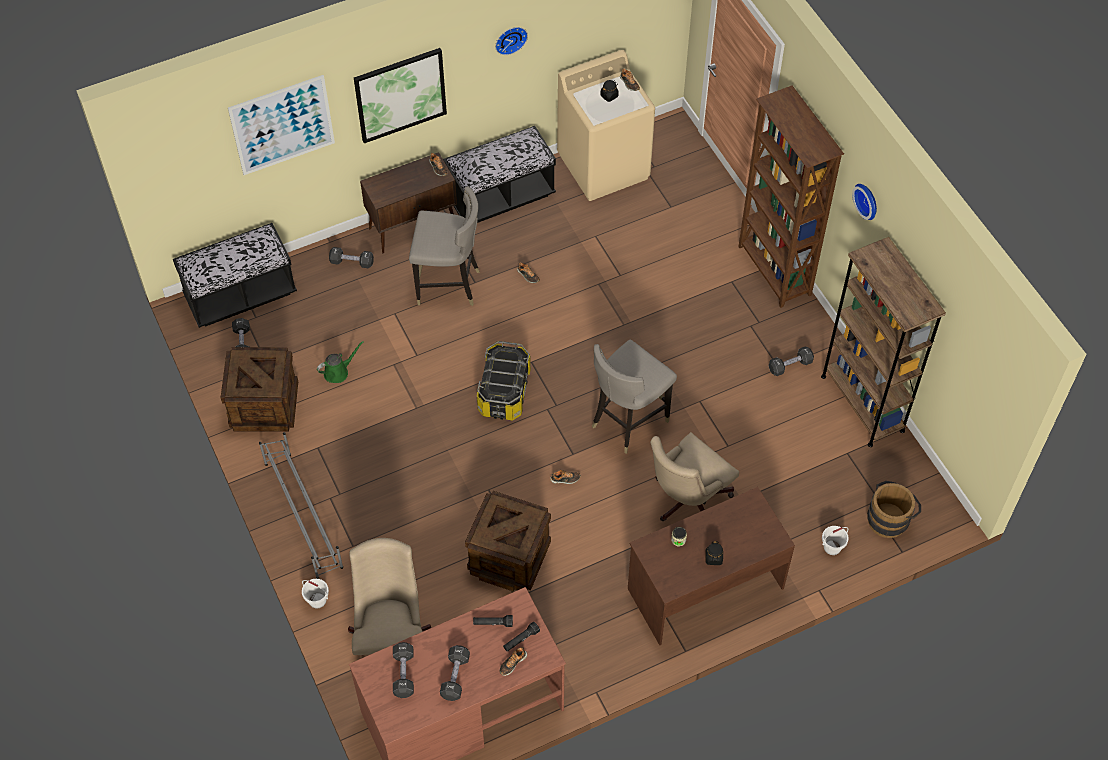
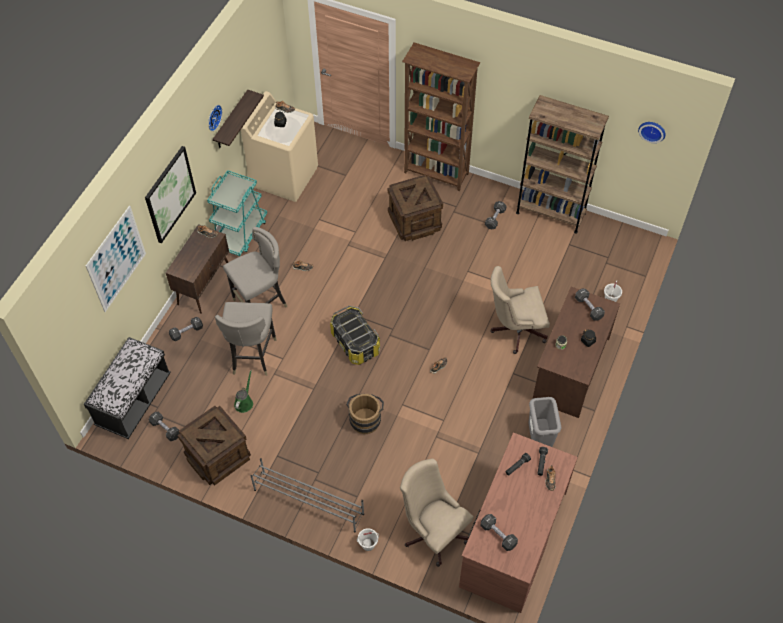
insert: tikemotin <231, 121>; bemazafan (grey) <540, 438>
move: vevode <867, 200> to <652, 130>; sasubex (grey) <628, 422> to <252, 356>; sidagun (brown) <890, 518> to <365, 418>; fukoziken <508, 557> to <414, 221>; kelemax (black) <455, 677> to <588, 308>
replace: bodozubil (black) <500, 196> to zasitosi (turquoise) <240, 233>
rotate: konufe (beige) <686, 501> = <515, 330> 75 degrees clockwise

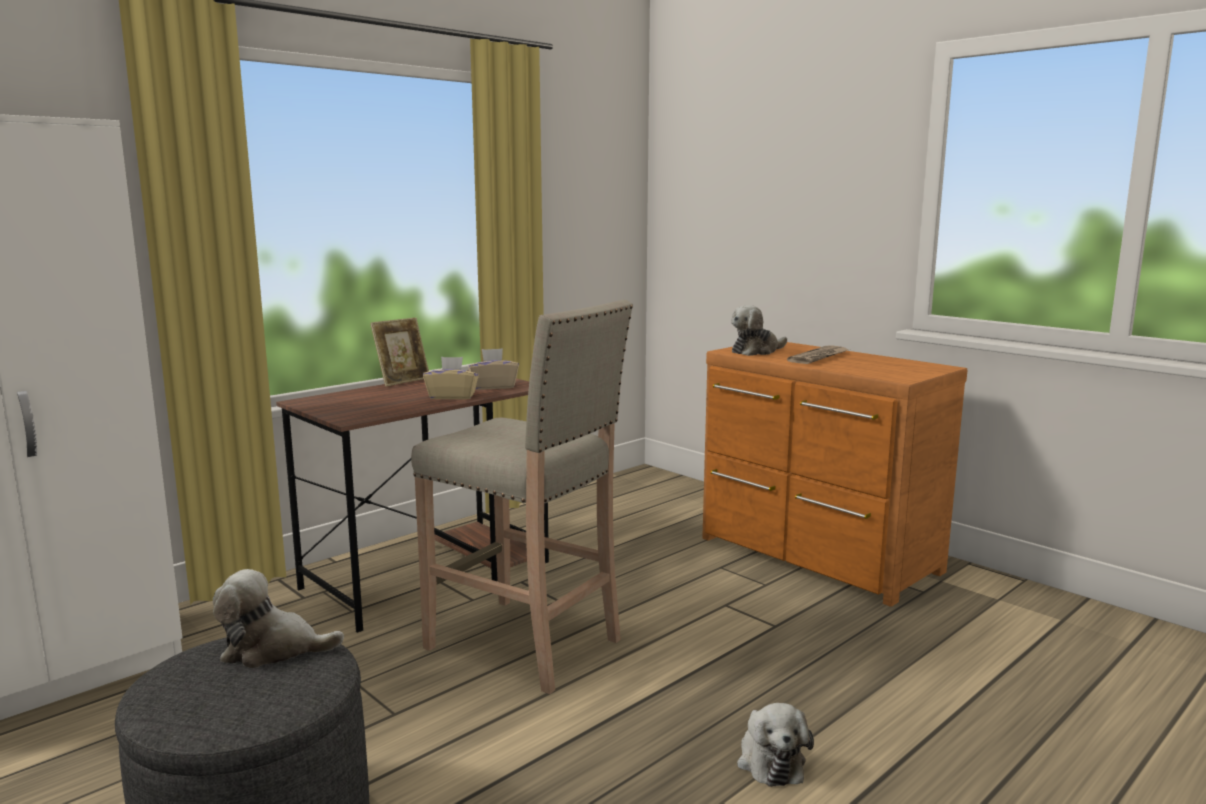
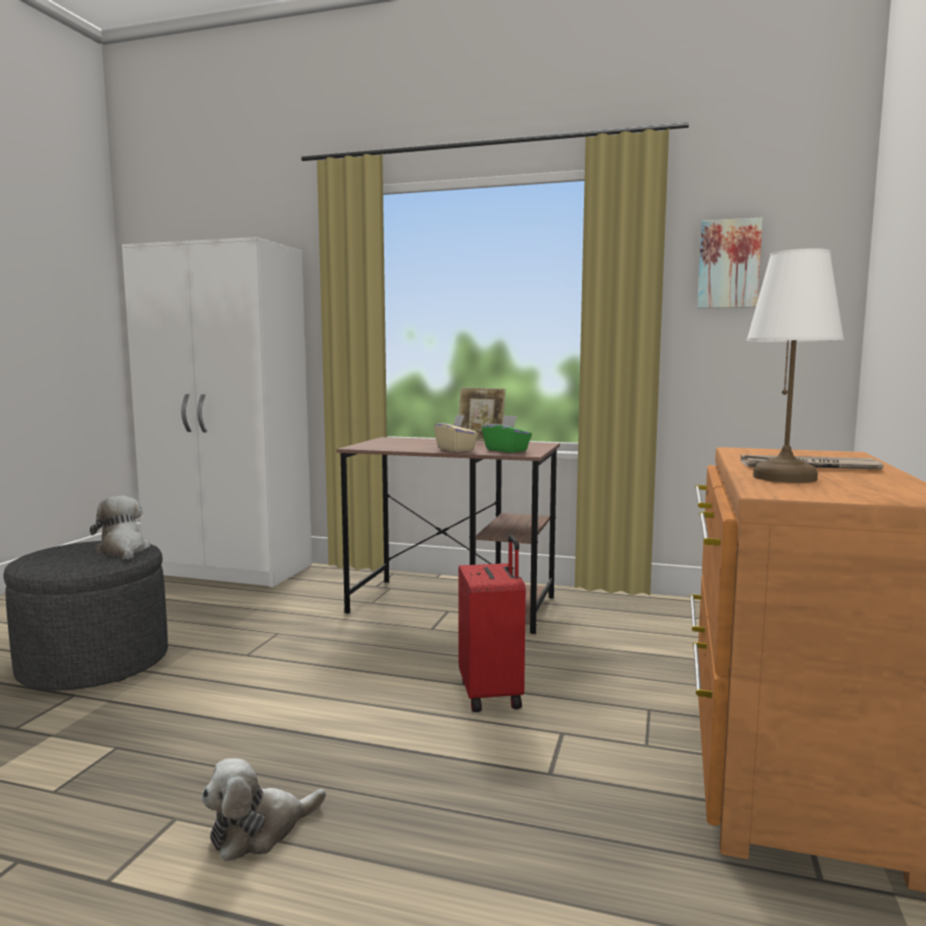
delete: sasubex (beige) <526, 645>; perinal <756, 351>
insert: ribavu <728, 264>; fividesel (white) <786, 478>; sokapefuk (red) <492, 694>
recolor: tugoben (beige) <493, 386> to tugoben (green) <506, 450>

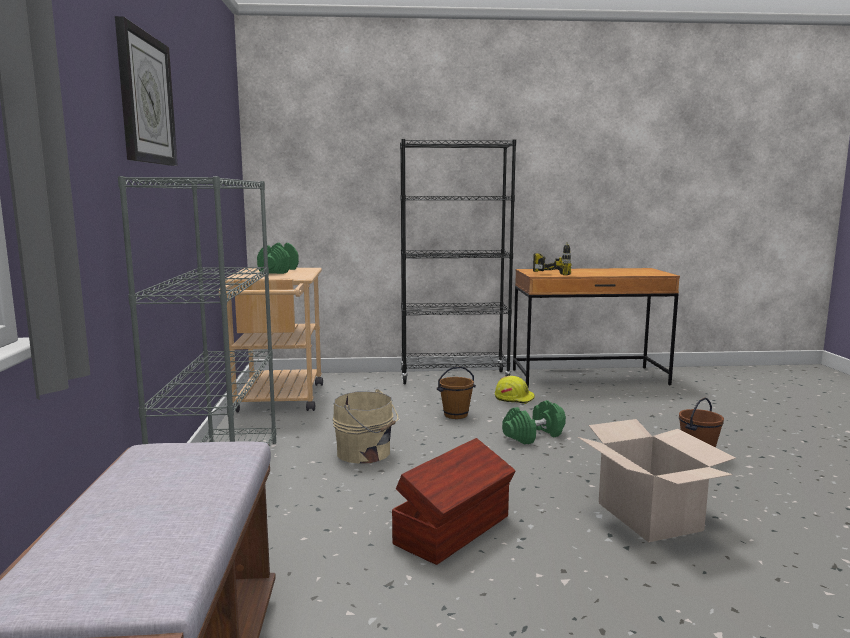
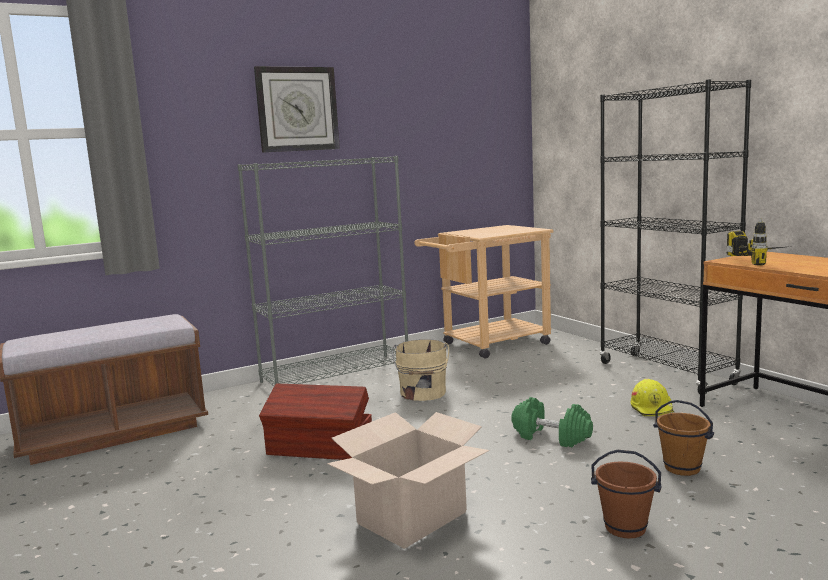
delete: kelemax (green) <278, 271>
move: sidagun (brown) <455, 415> to <682, 468>

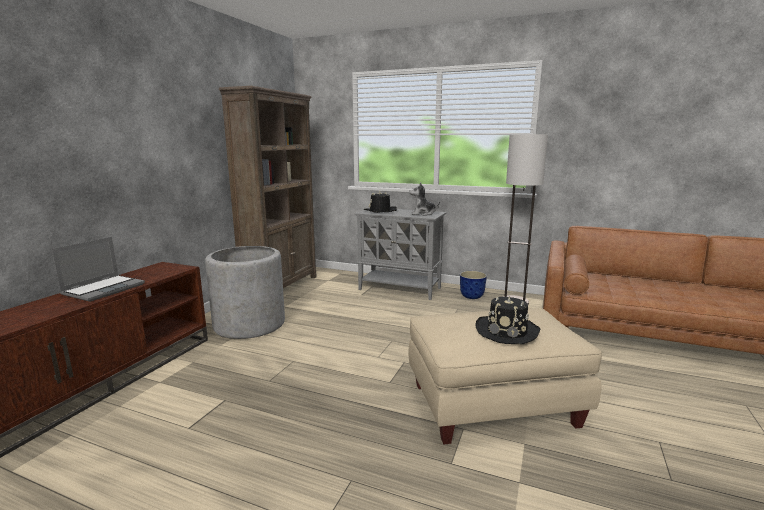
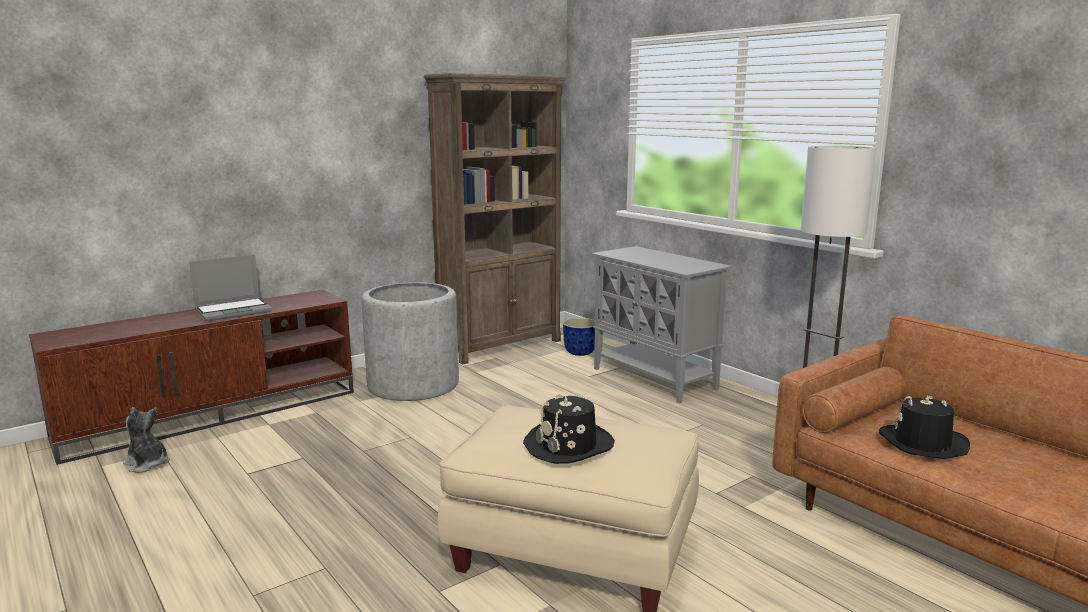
move: perinal <423, 214> to <147, 464>; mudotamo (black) <380, 211> to <922, 443>; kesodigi <472, 296> to <580, 353>

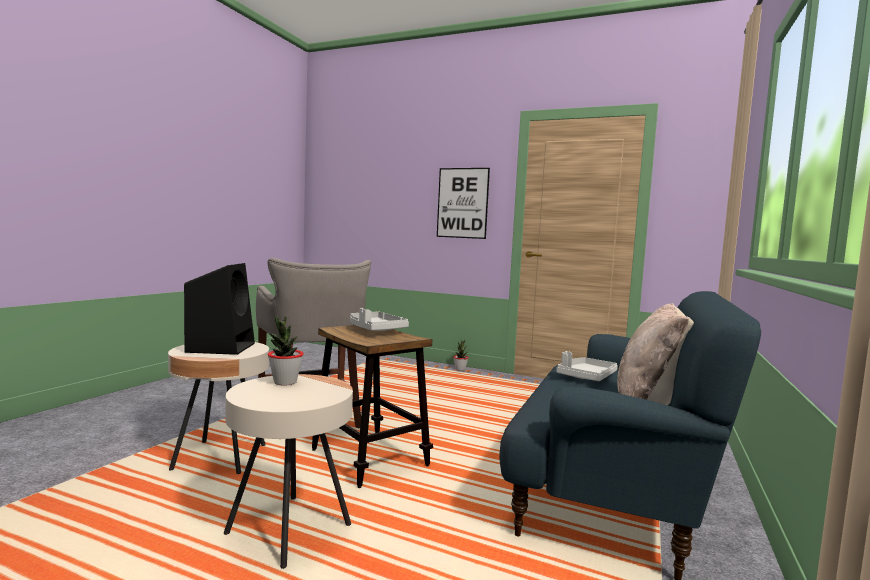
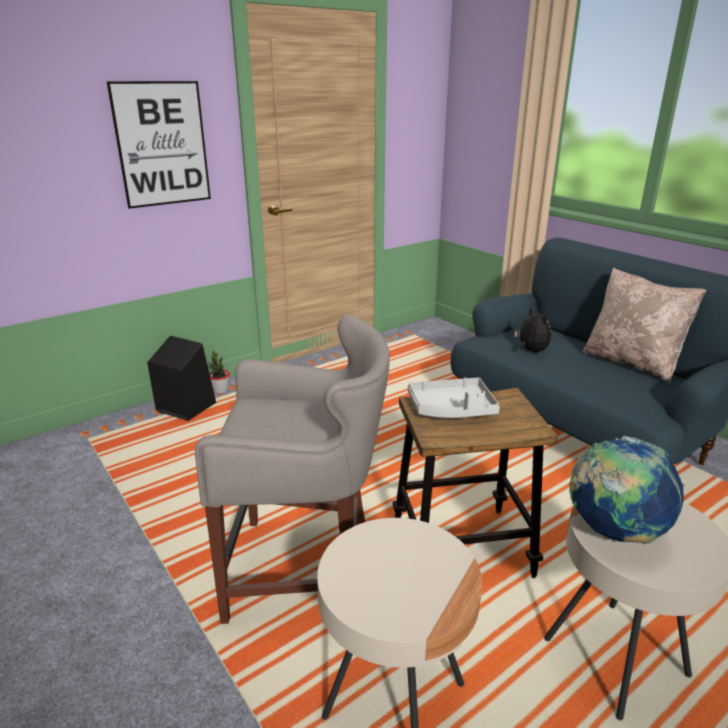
move: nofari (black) <221, 347> to <184, 407>
replace: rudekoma <285, 382> to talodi <614, 532>; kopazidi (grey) <586, 377> to perinal <531, 351>

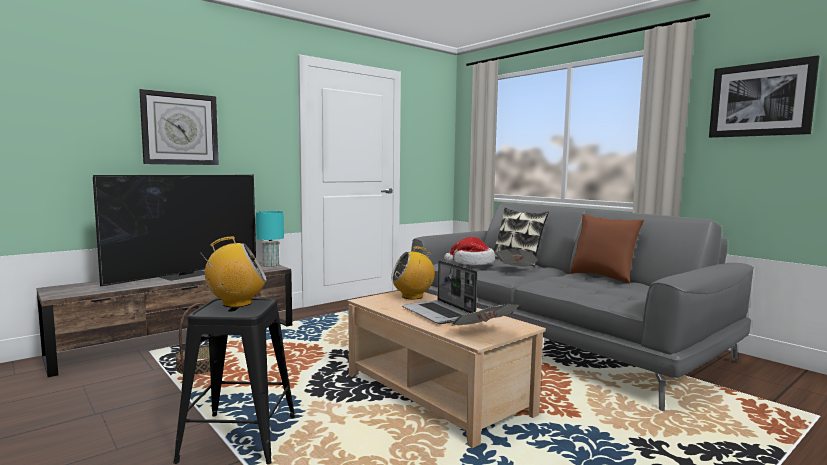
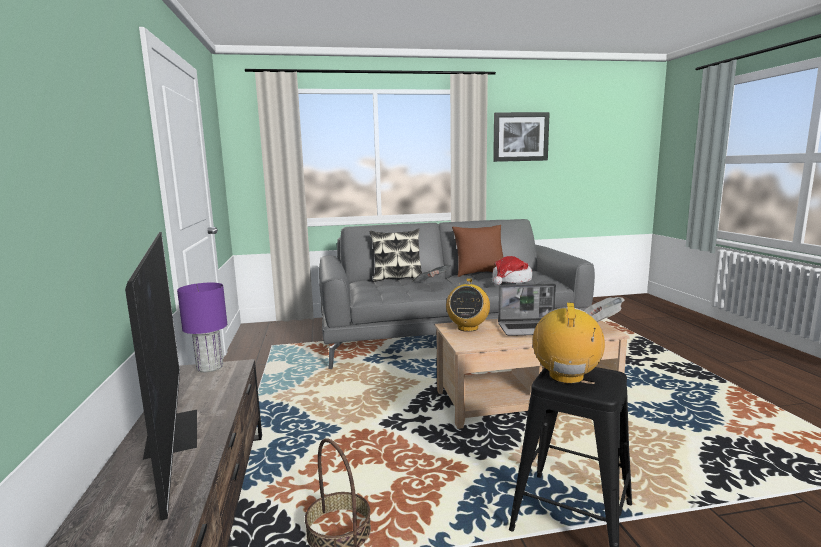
delete: vevode <180, 129>
move: mudotamo <472, 263> to <511, 280>
recolor: fividesel (turquoise) <271, 265> to fividesel (purple) <210, 367>

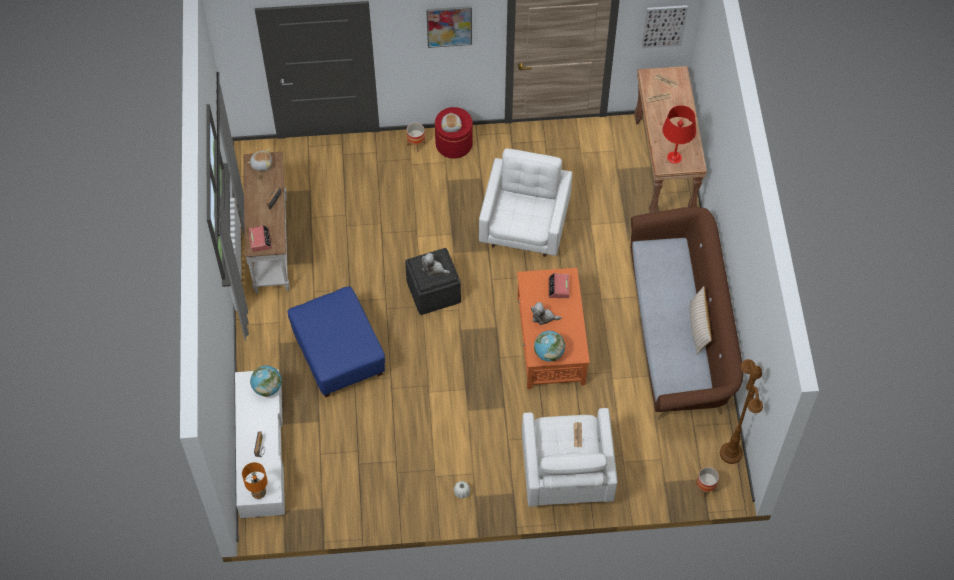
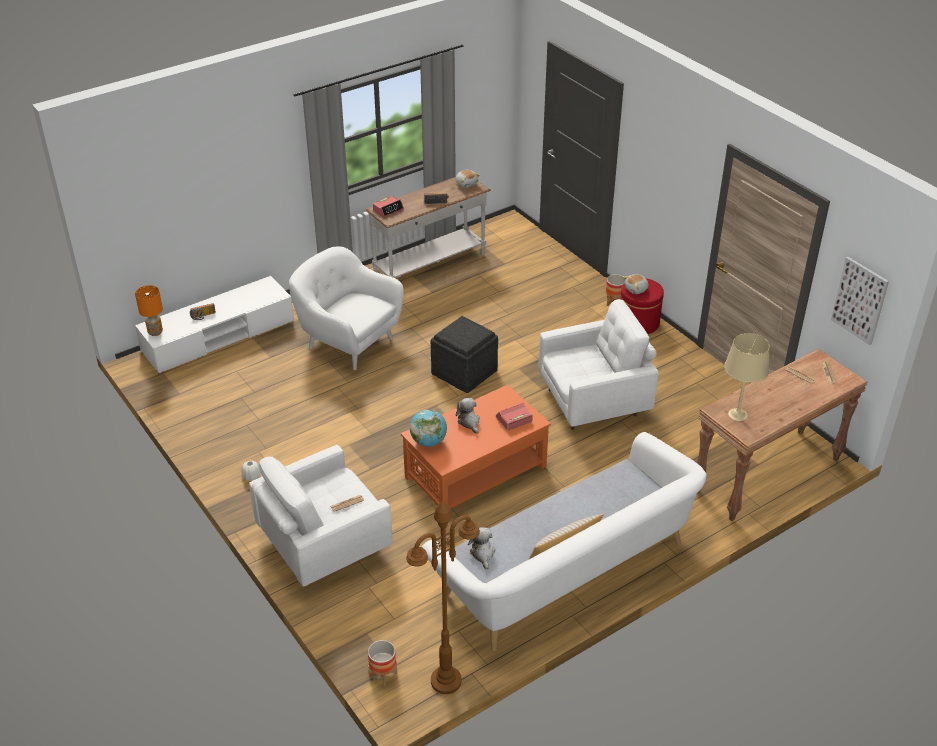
delete: ribavu <449, 26>; talodi <267, 388>
move: perinal <434, 269> to <482, 553>
replace: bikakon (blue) <338, 354> to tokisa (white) <348, 342>
recolor: fividesel (red) <674, 157> to fividesel (beige) <738, 414>; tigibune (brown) <679, 335> to tigibune (white) <568, 571>

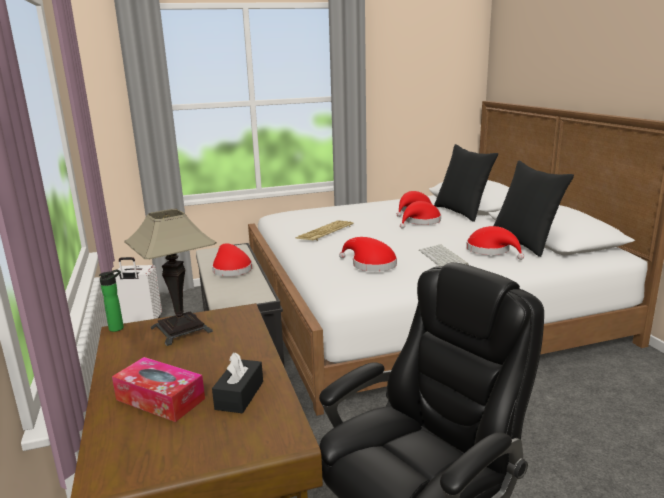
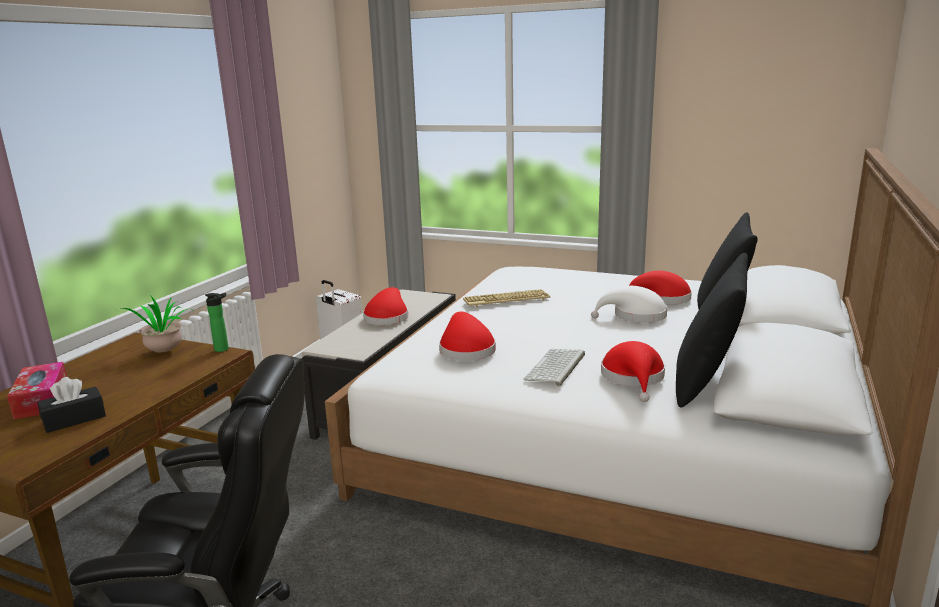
move: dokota <118, 327> to <224, 349>
replace: fividesel <181, 329> to rudekoma <162, 353>
recolor: mudotamo (red) <421, 222> to mudotamo (white) <635, 316>

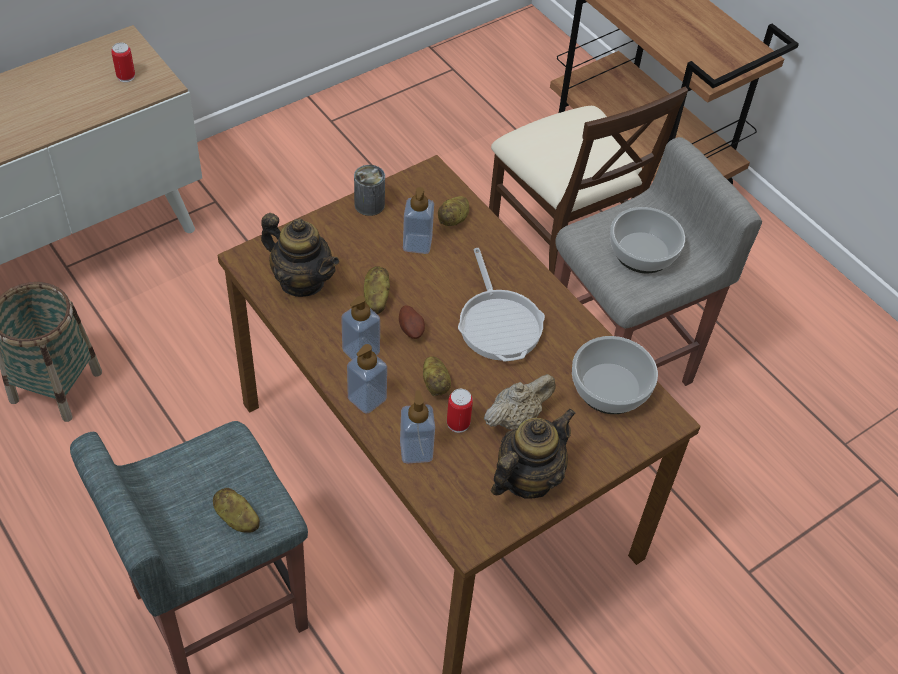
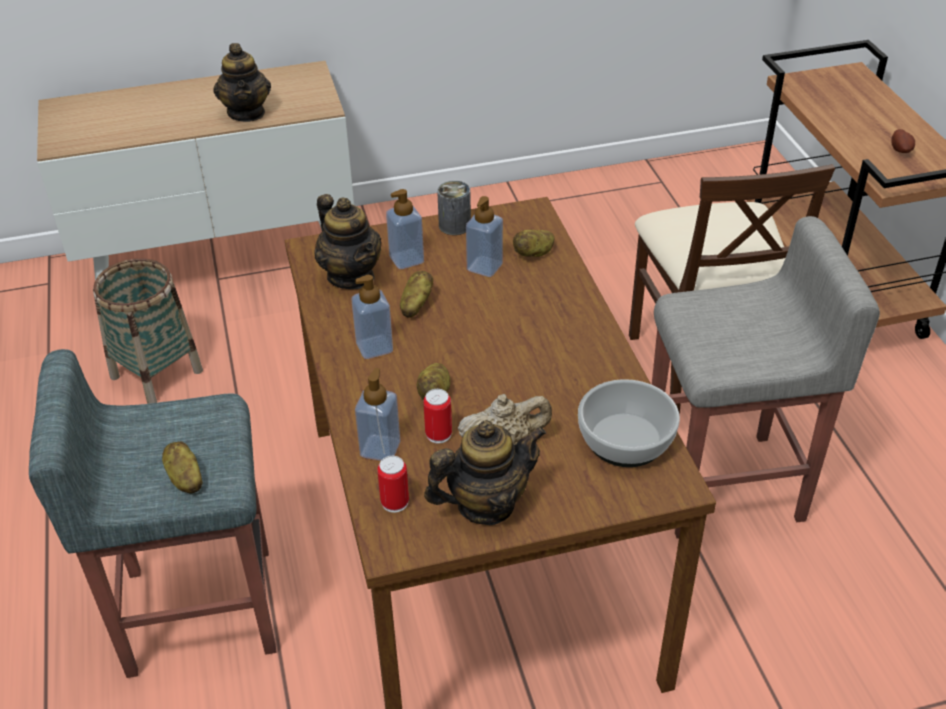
delete: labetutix <642, 252>; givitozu <499, 323>
insert: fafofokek <247, 113>
move: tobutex <126, 76> to <395, 502>; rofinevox <411, 329> to <901, 150>; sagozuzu <367, 399> to <406, 259>

